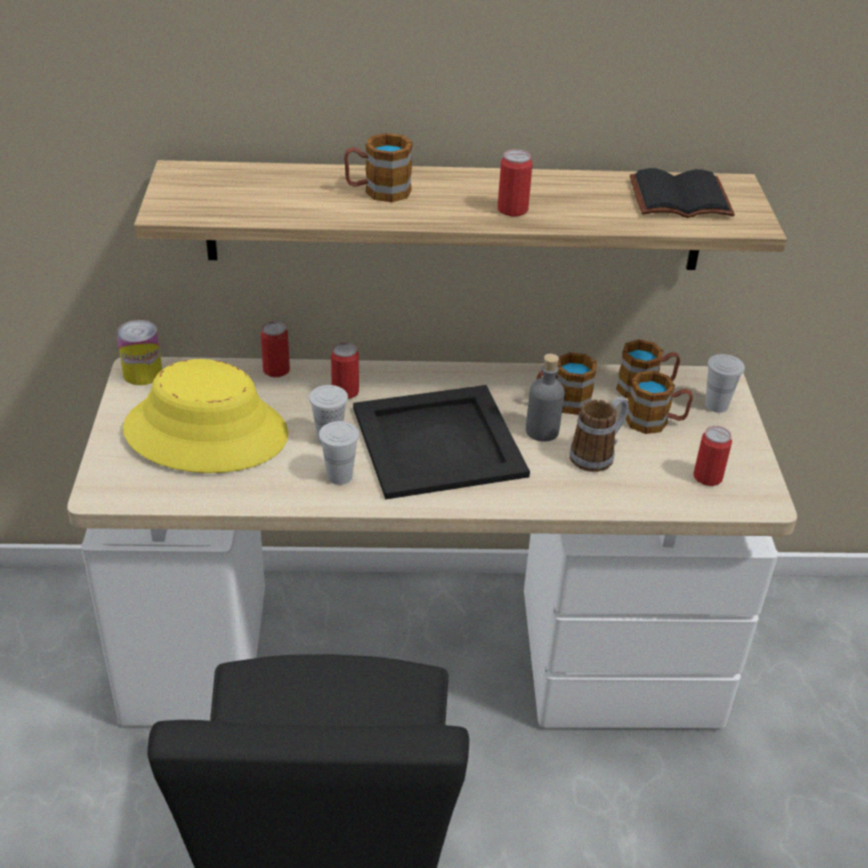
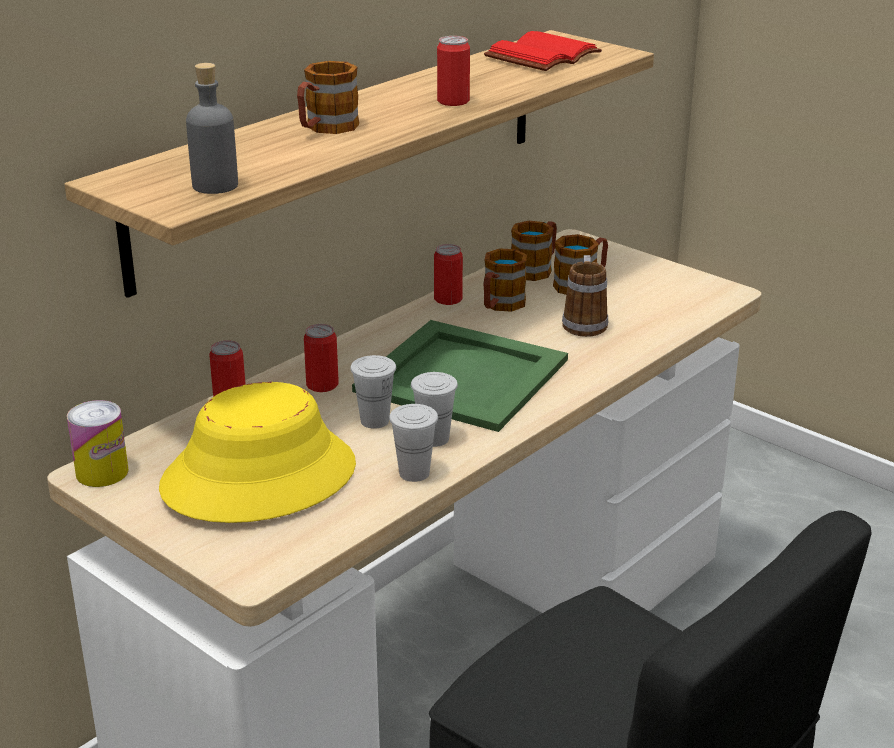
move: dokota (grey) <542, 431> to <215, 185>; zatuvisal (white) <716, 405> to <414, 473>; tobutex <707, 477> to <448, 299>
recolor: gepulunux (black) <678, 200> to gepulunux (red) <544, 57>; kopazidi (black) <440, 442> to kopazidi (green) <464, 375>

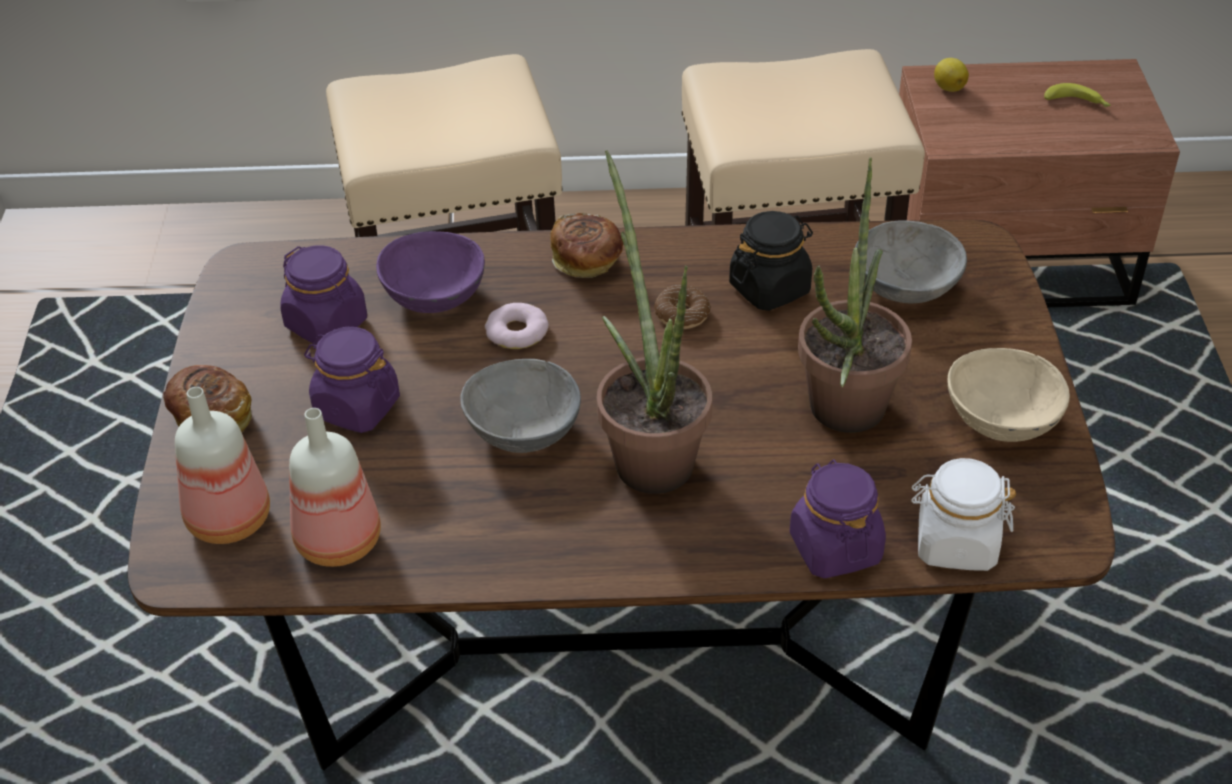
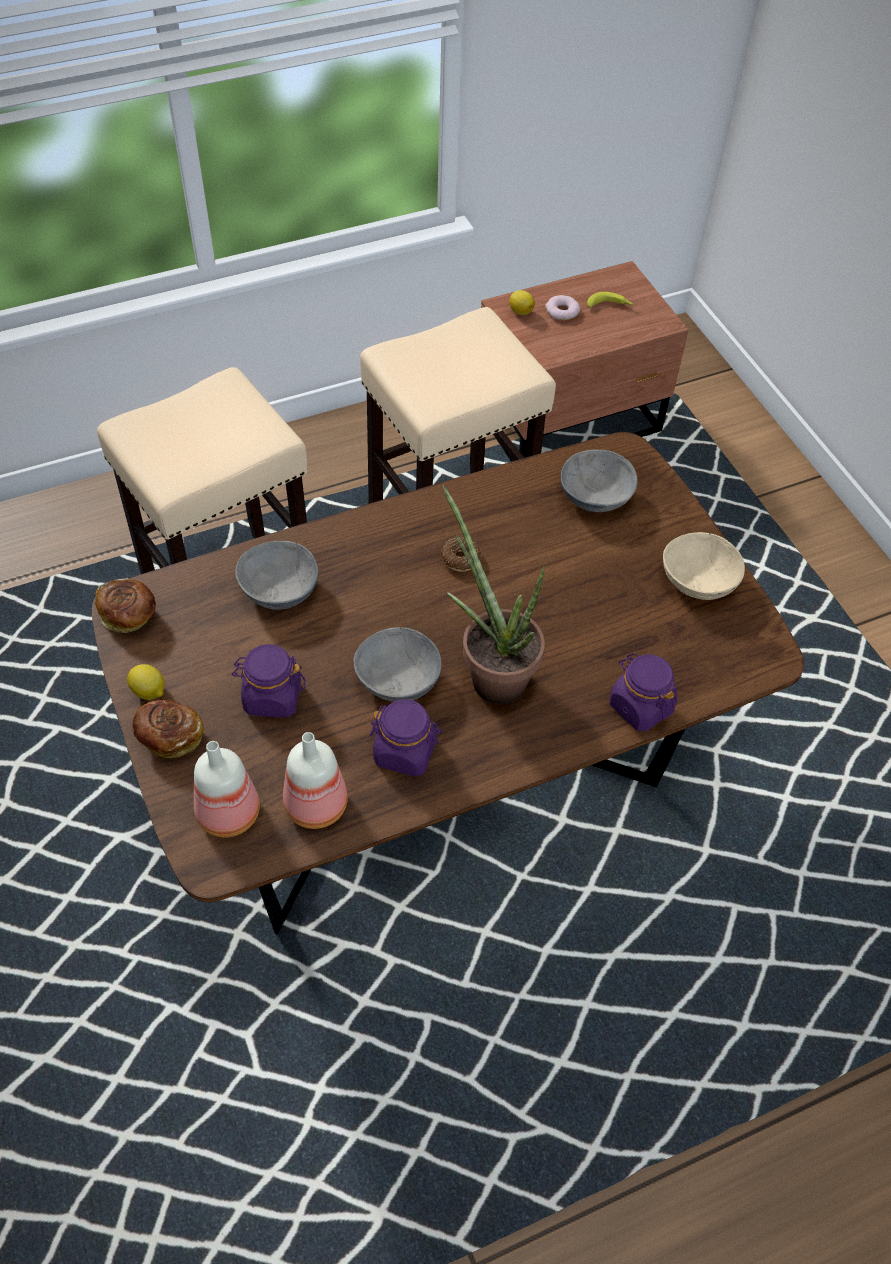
delete: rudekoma <840, 418>; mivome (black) <770, 288>; mivome (white) <955, 543>
insert: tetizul <149, 692>
move: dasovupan <587, 261> to <129, 615>; mivome (purple) <327, 324> to <405, 752>; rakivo <517, 332> to <562, 311>
recolor: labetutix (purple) <433, 295> to labetutix (grey) <279, 590>

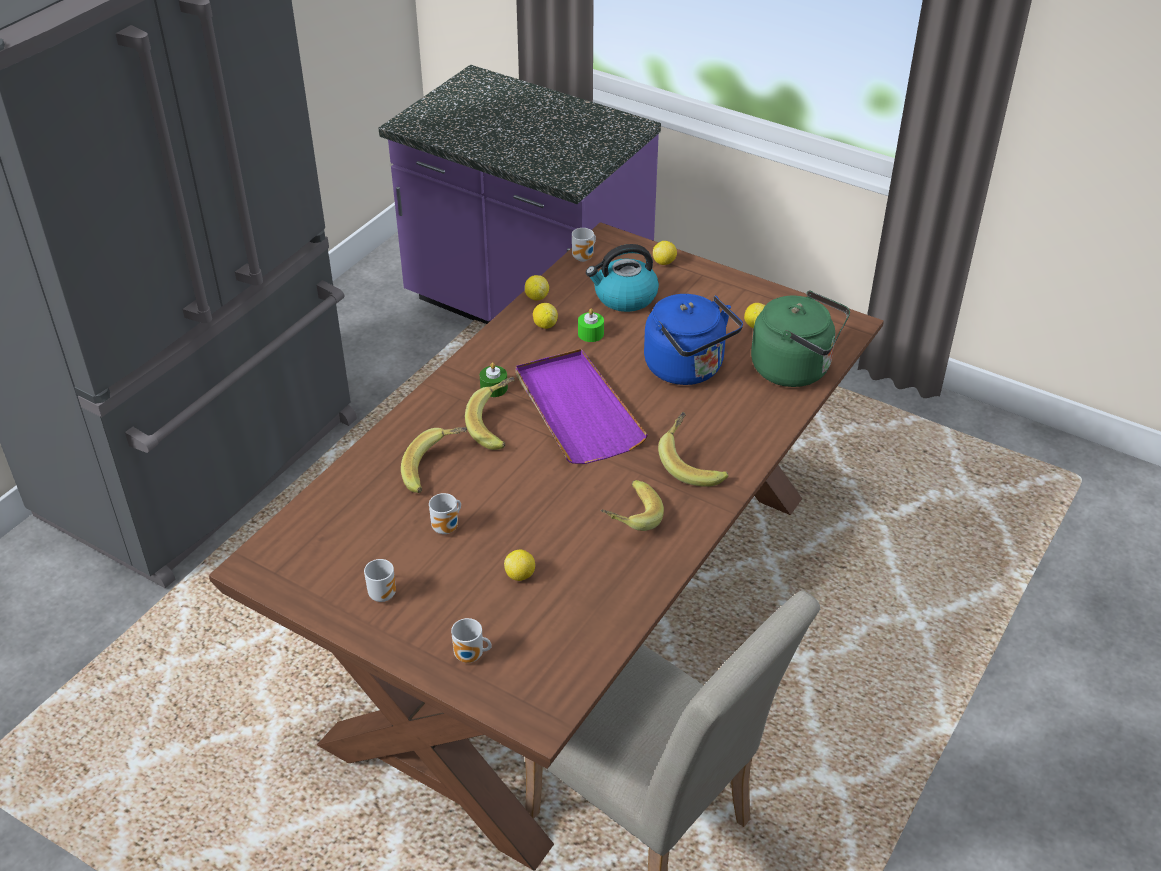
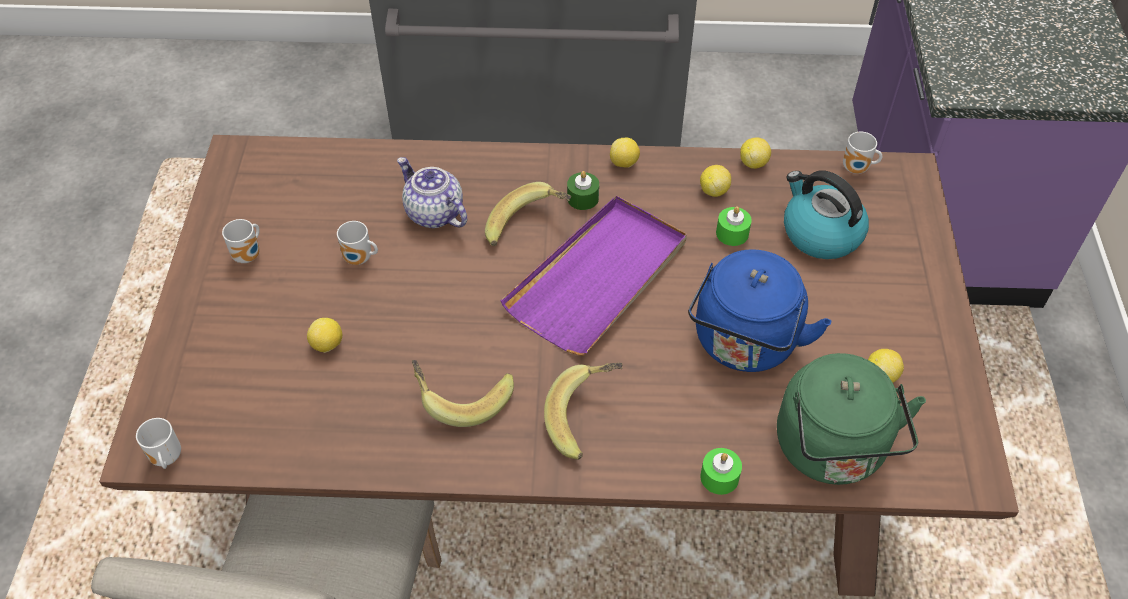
insert: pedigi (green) <719, 477>
move: tetizul <664, 262> to <624, 163>; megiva <470, 657> to <165, 459>
replace: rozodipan <436, 470> to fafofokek <433, 213>

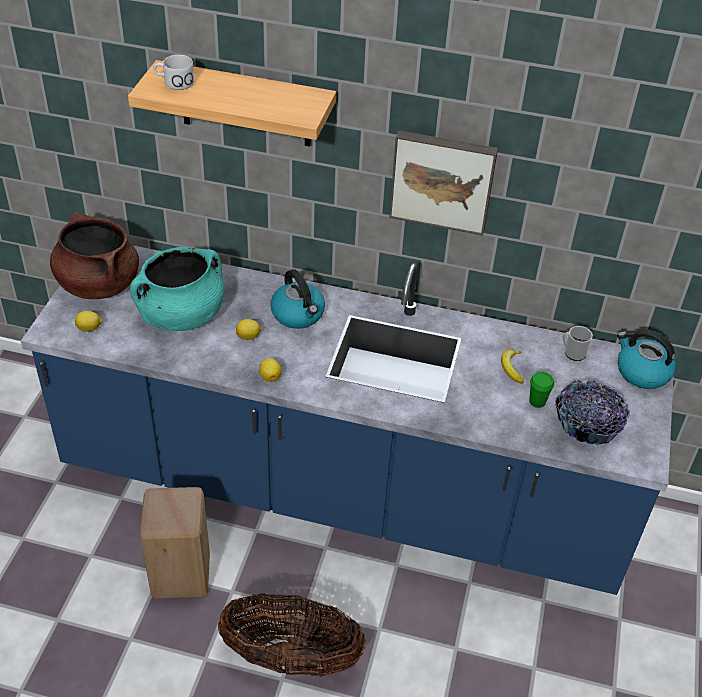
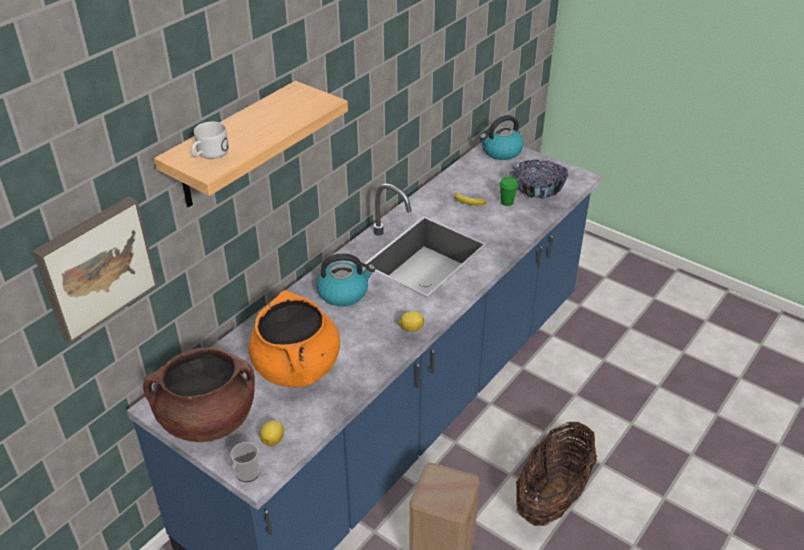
delete: tetizul <249, 337>
move: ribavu <442, 180> to <95, 266>; megiva <572, 353> to <246, 474>
recolor: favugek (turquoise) <181, 315> to favugek (orange) <297, 367>

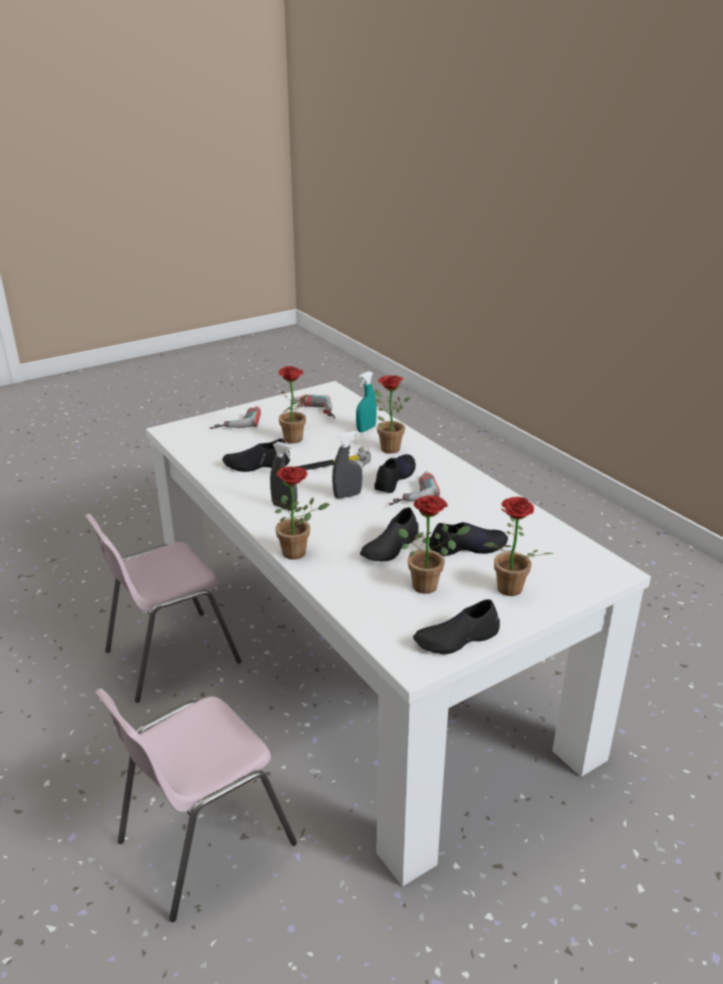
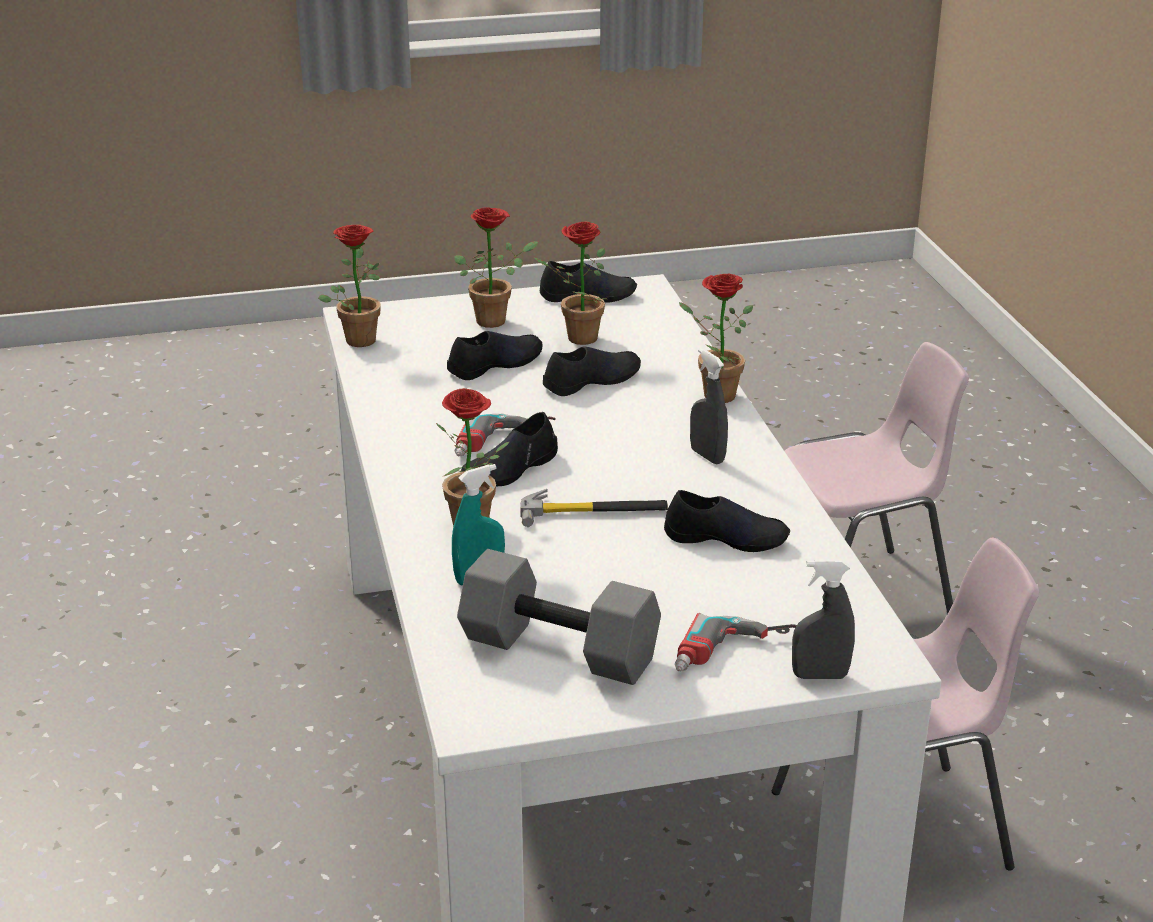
move: rudekoma <296, 440> to <358, 337>; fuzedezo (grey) <347, 495> to <820, 676>
replace: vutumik <313, 411> to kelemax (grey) <556, 650>
rotate: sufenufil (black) <467, 547> = <495, 364> 135 degrees clockwise

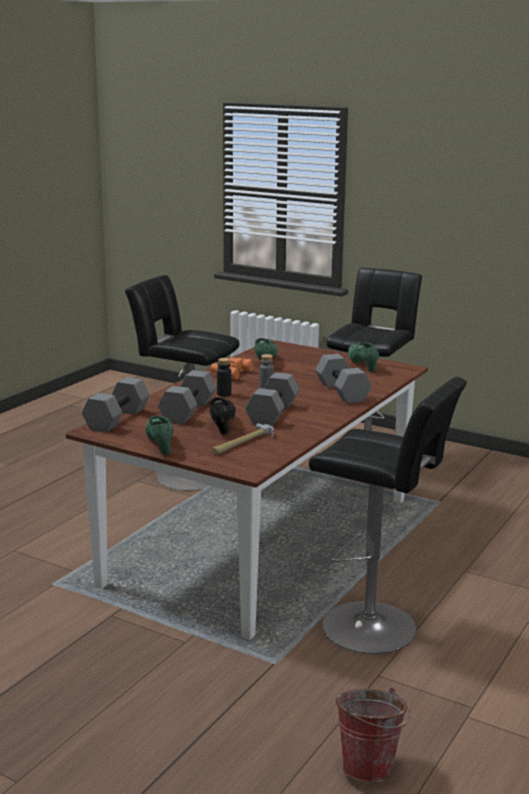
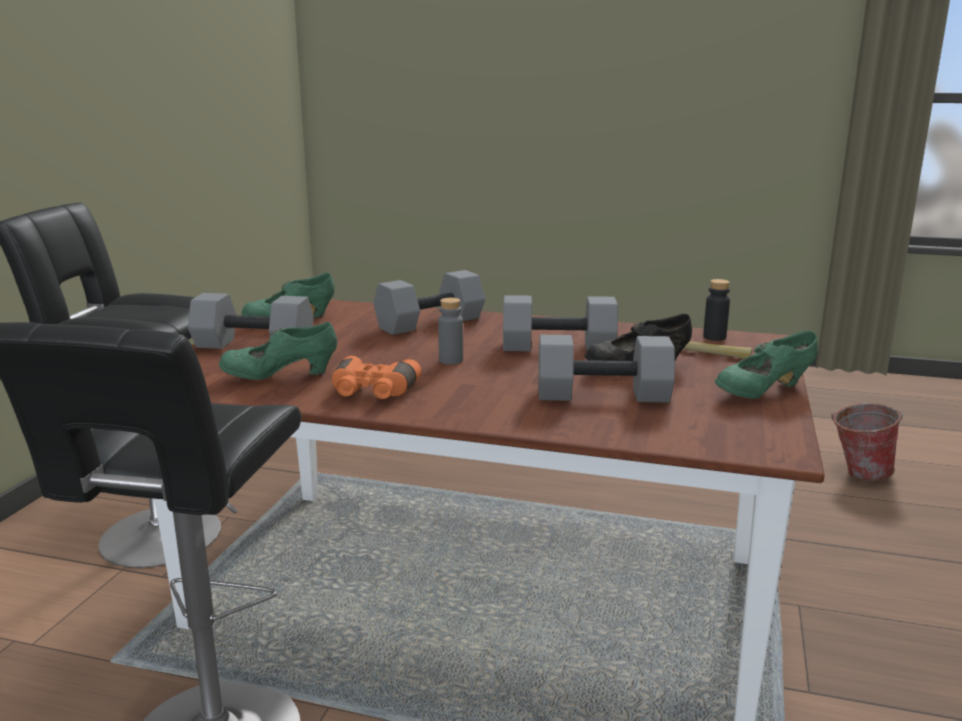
delete: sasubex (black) <376, 628>
move: dokota (black) <224, 394> to <714, 337>; kelemax (grey) <116, 419> to <252, 346>

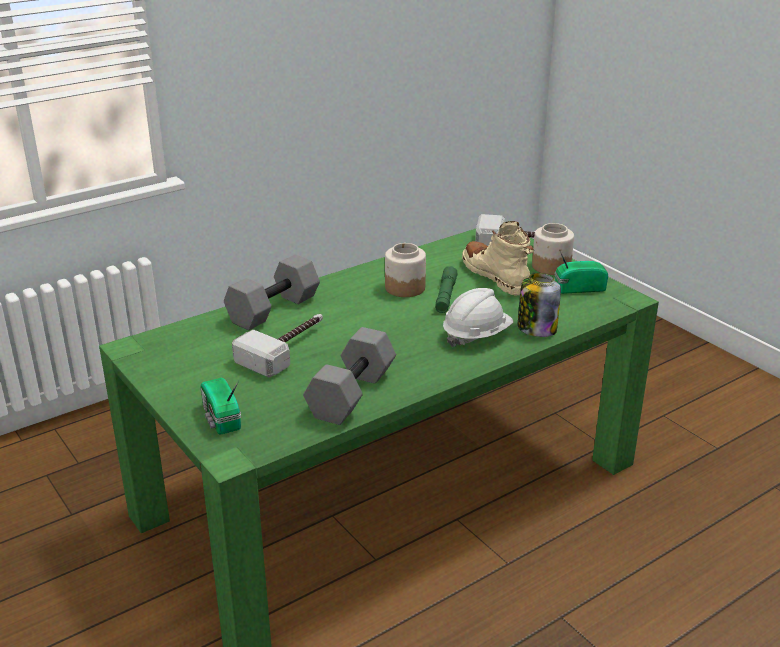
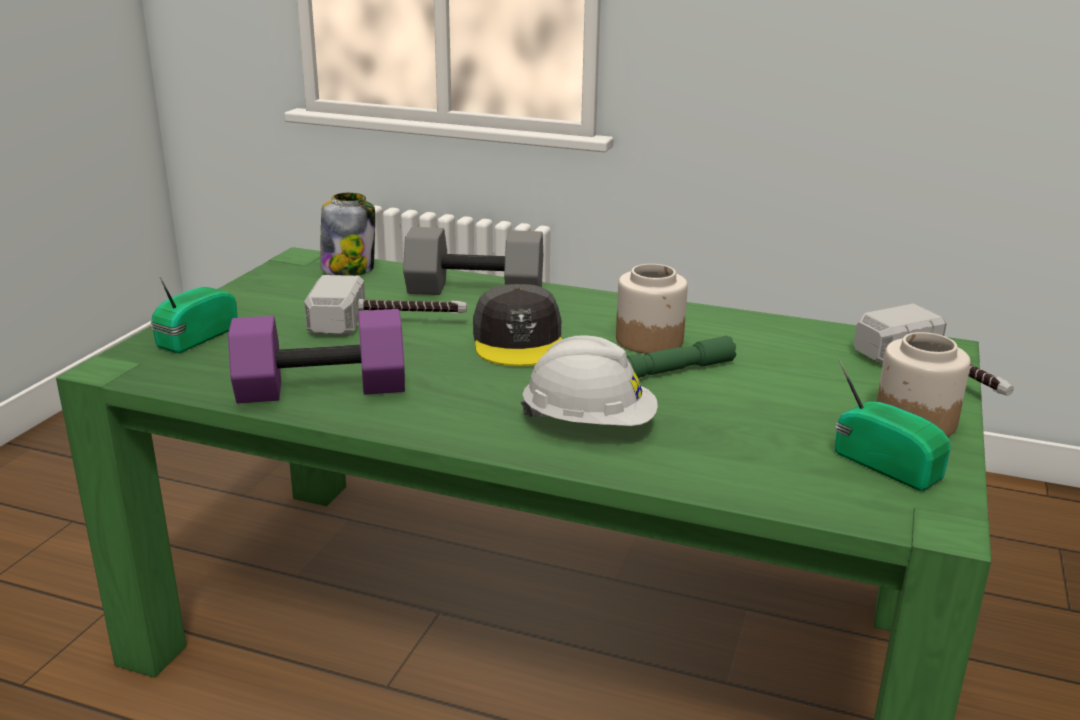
delete: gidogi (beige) <496, 277>
insert: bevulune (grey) <519, 341>
move: mivome <536, 328> to <348, 269>
recolor: kelemax (grey) <350, 393> to kelemax (purple) <323, 387>

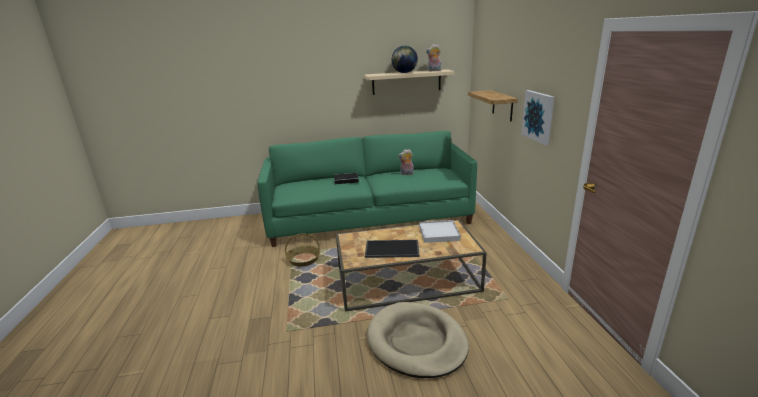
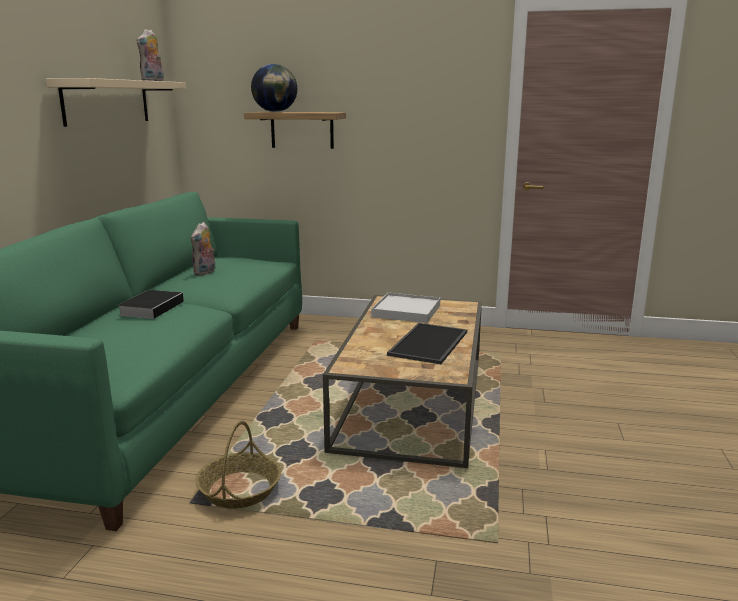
delete: ribavu <538, 116>; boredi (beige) <416, 342>
move: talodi <404, 73> to <275, 112>

